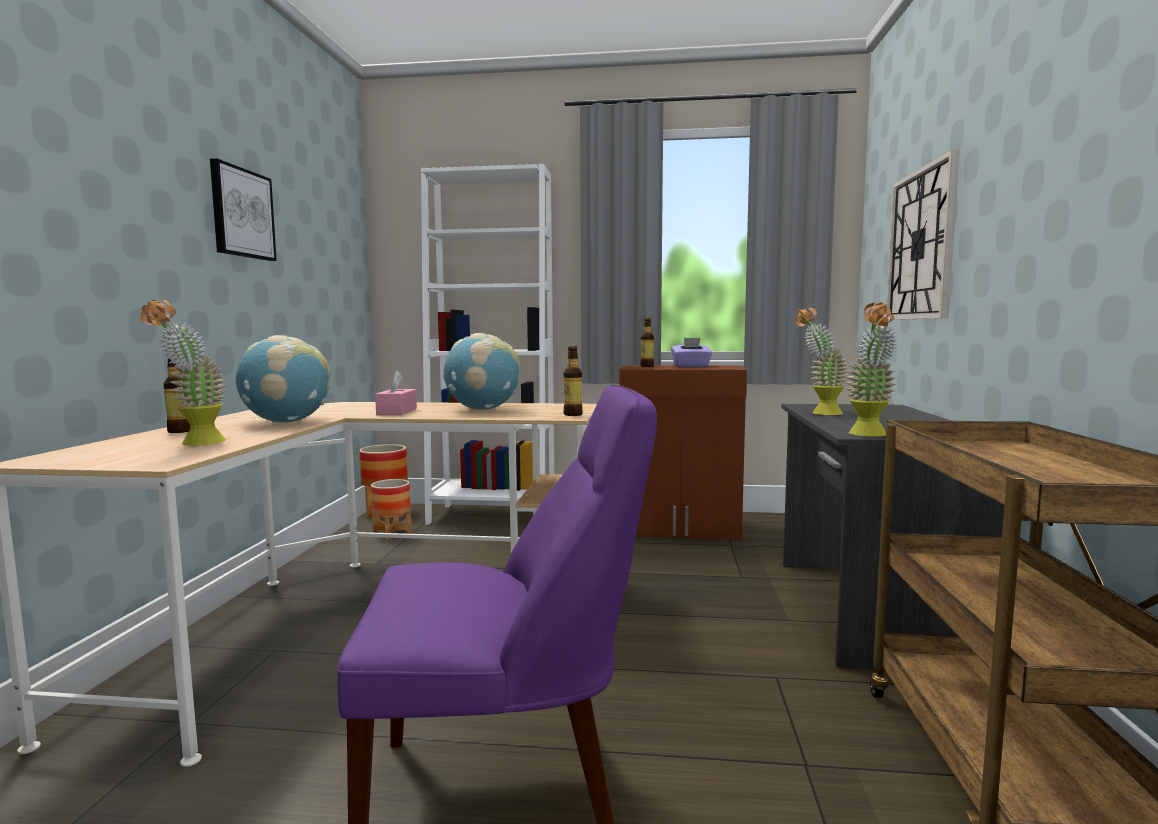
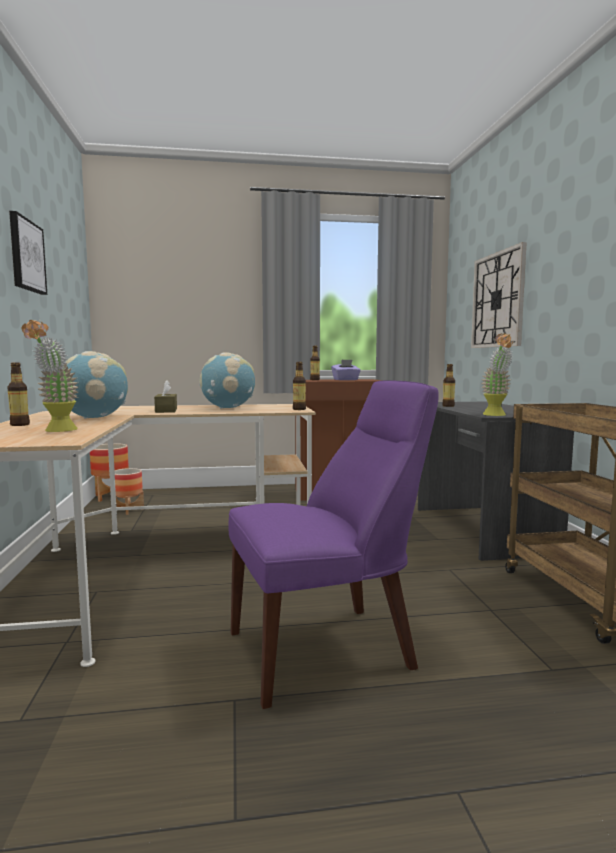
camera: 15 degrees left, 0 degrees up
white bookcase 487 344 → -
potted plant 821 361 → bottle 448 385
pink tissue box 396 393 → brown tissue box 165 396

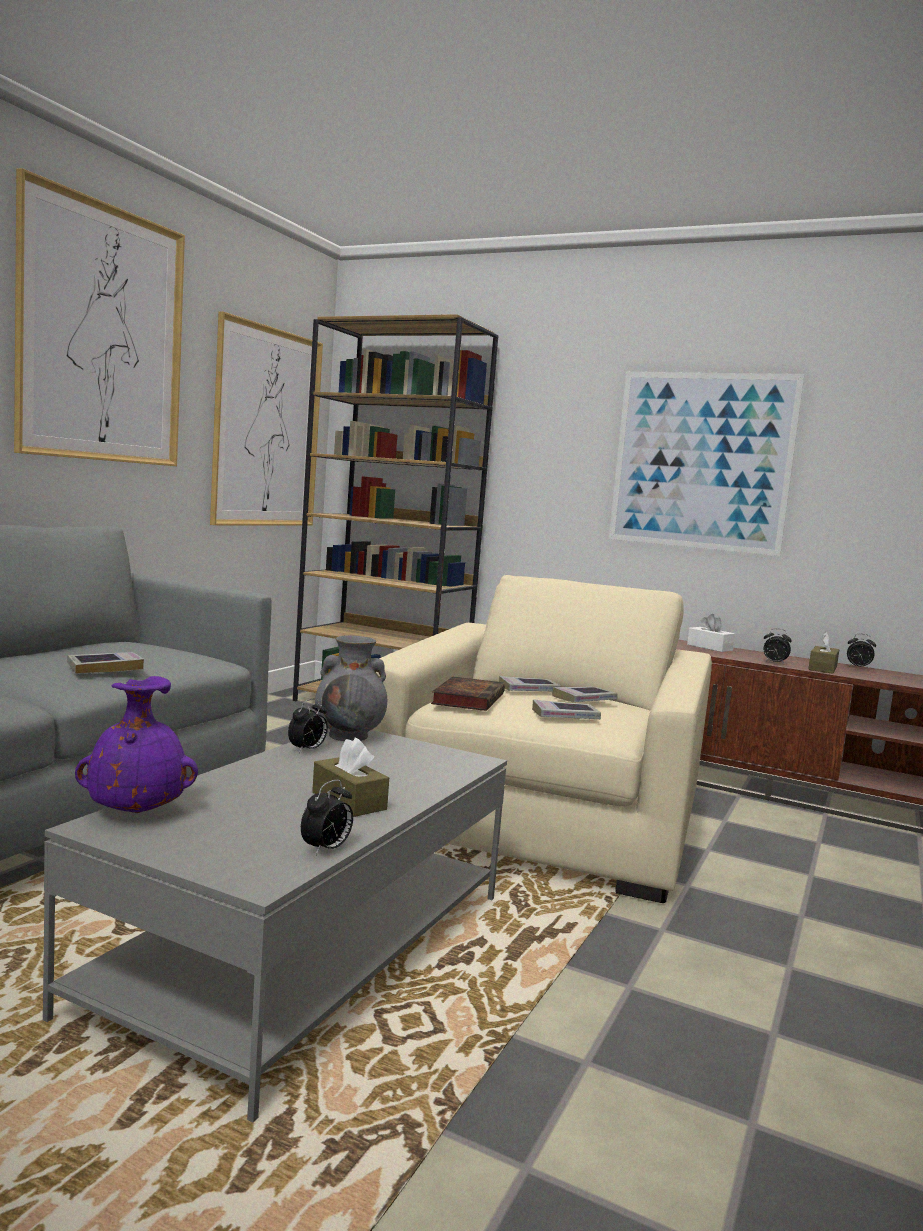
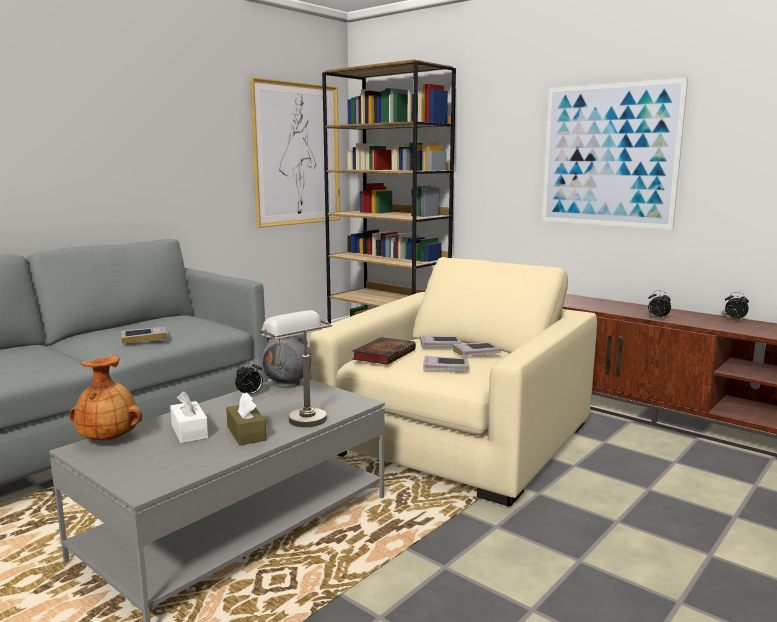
camera: 15 degrees right, 5 degrees up
picture 99 317 → -
white tissue box 711 633 → white tissue box 189 417, shifted
brown tissue box 823 653 → -
purple vase 136 744 → brown vase 105 397
alarm clock 327 818 → -
- → grey table lamp 296 368

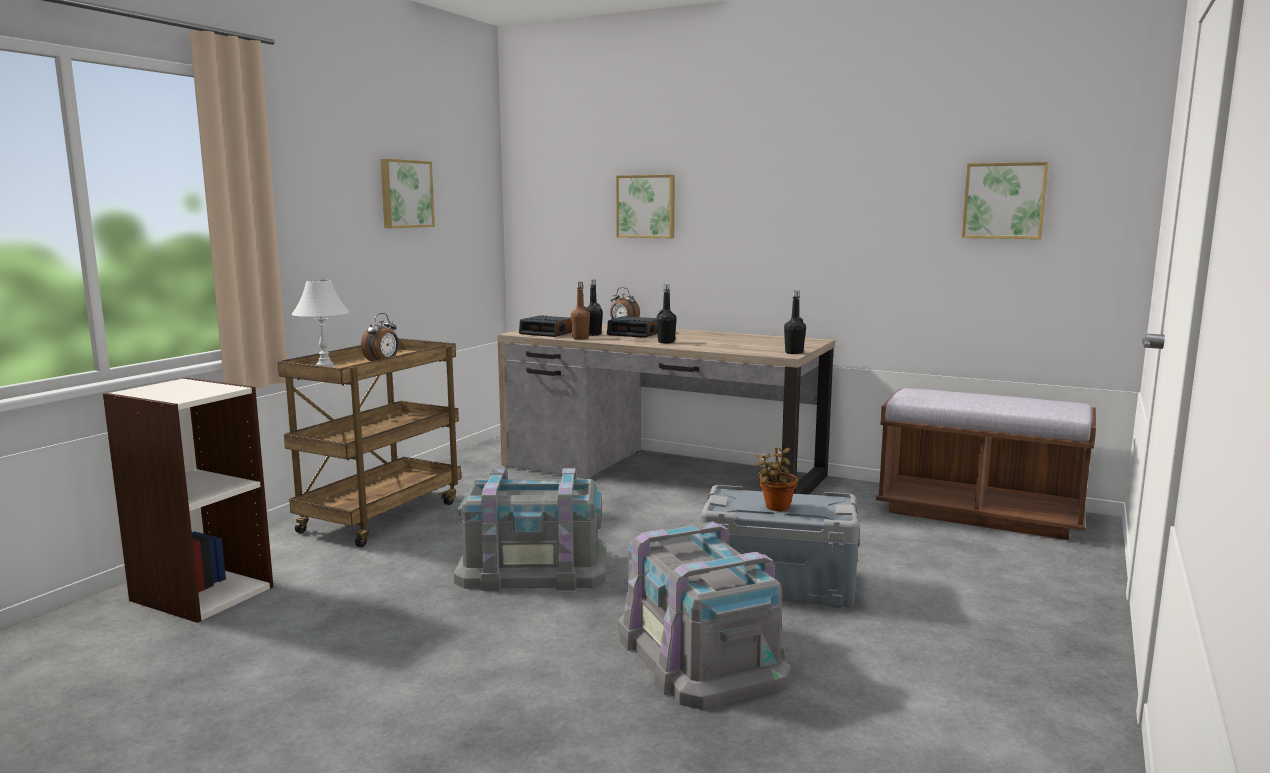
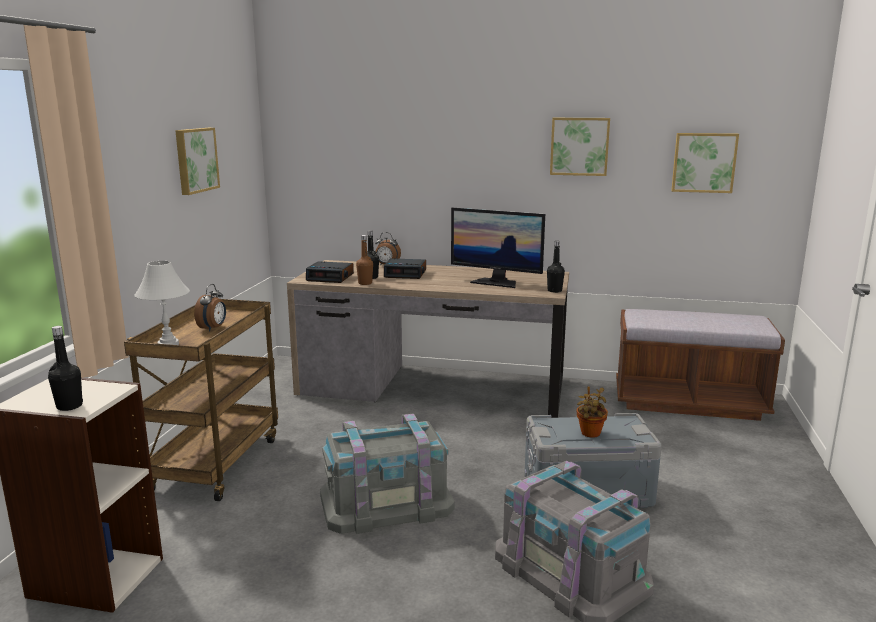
camera: 15 degrees left, 5 degrees up
picture 645 206 → picture 580 147, shifted
black bottle 666 313 → black bottle 65 368, shifted
- → monitor 498 248

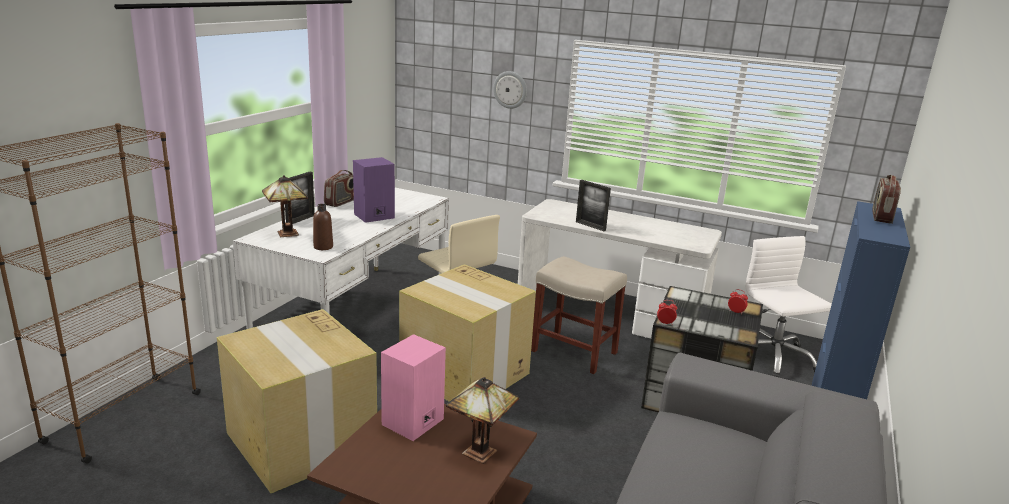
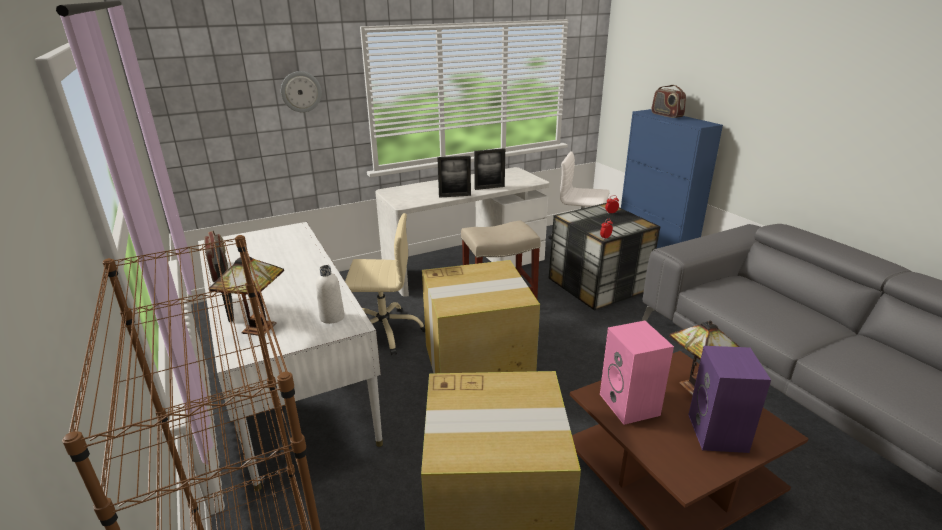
camera: 50 degrees left, 5 degrees up
purple speaker 374 190 → purple speaker 729 399, shifted
brown bottle 323 227 → white bottle 330 294
- → picture frame 489 169

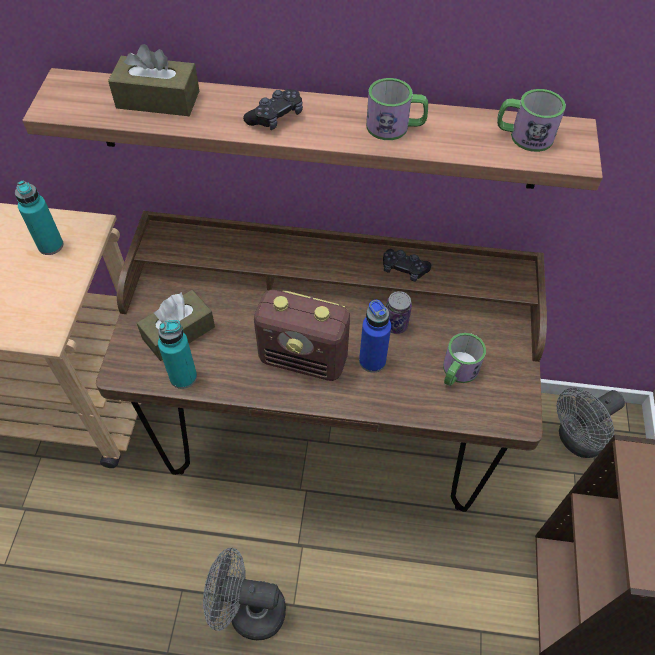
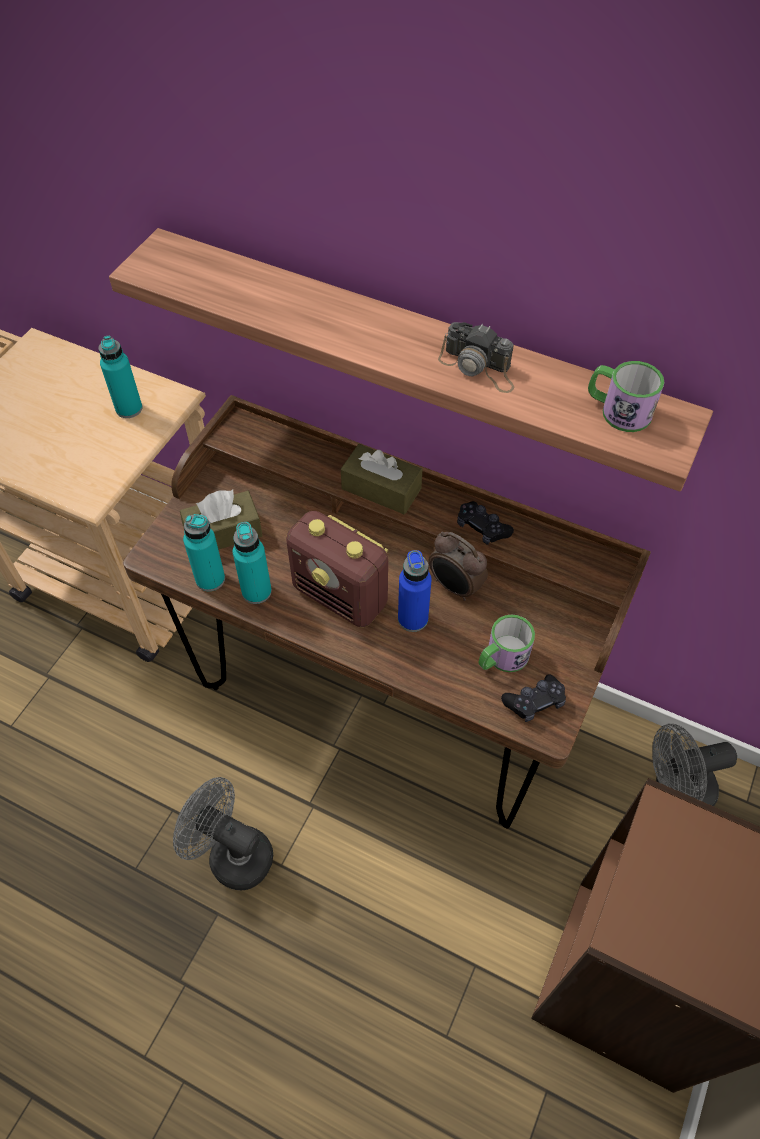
camera: 20 degrees right, 0 degrees up
brown tissue box 153 80 → brown tissue box 381 479, shifted
mug 397 109 → photo camera 476 357
black game controller 273 109 → black game controller 533 698, shifted
can 399 312 → alarm clock 458 566
- → turquoise bottle 252 563

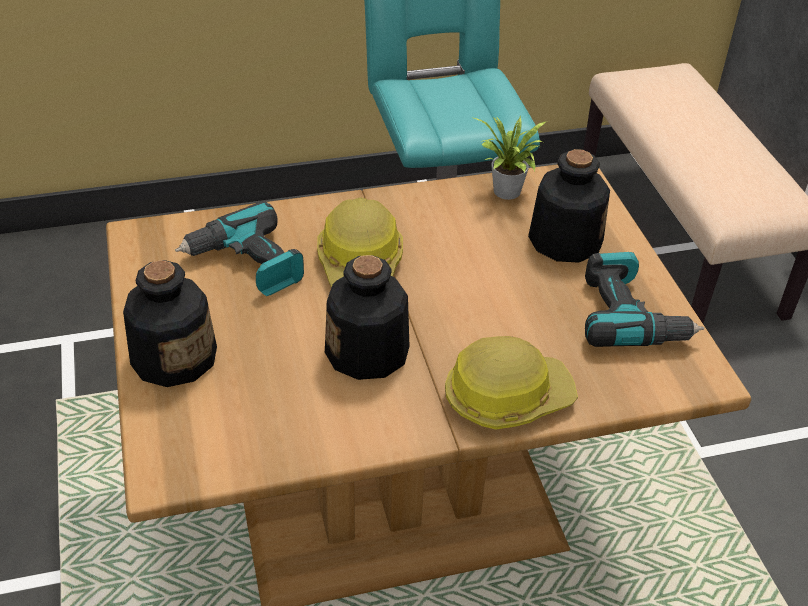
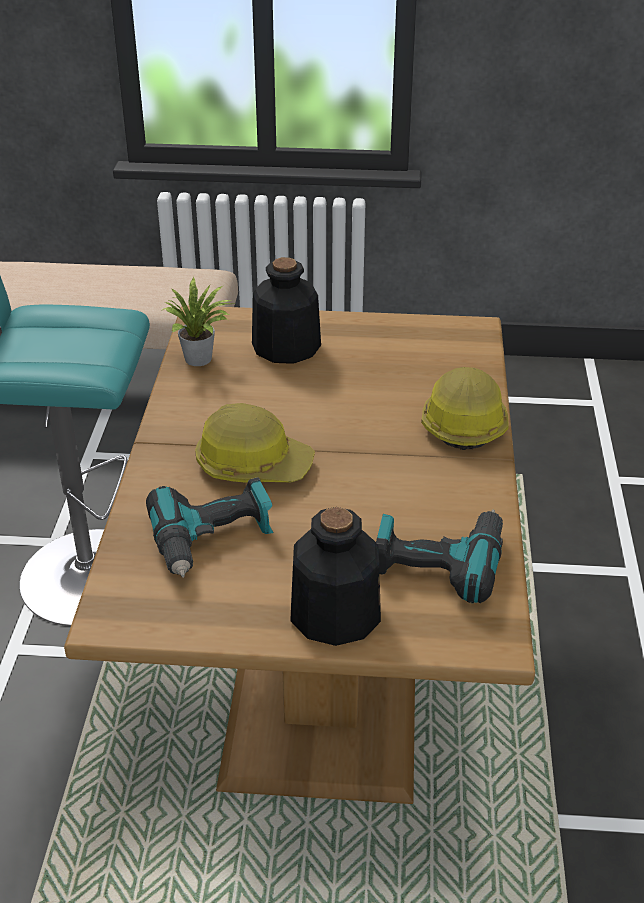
camera: 70 degrees left, 5 degrees down
power drill 644 299 → power drill 439 556, shifted
bottle 367 317 → -

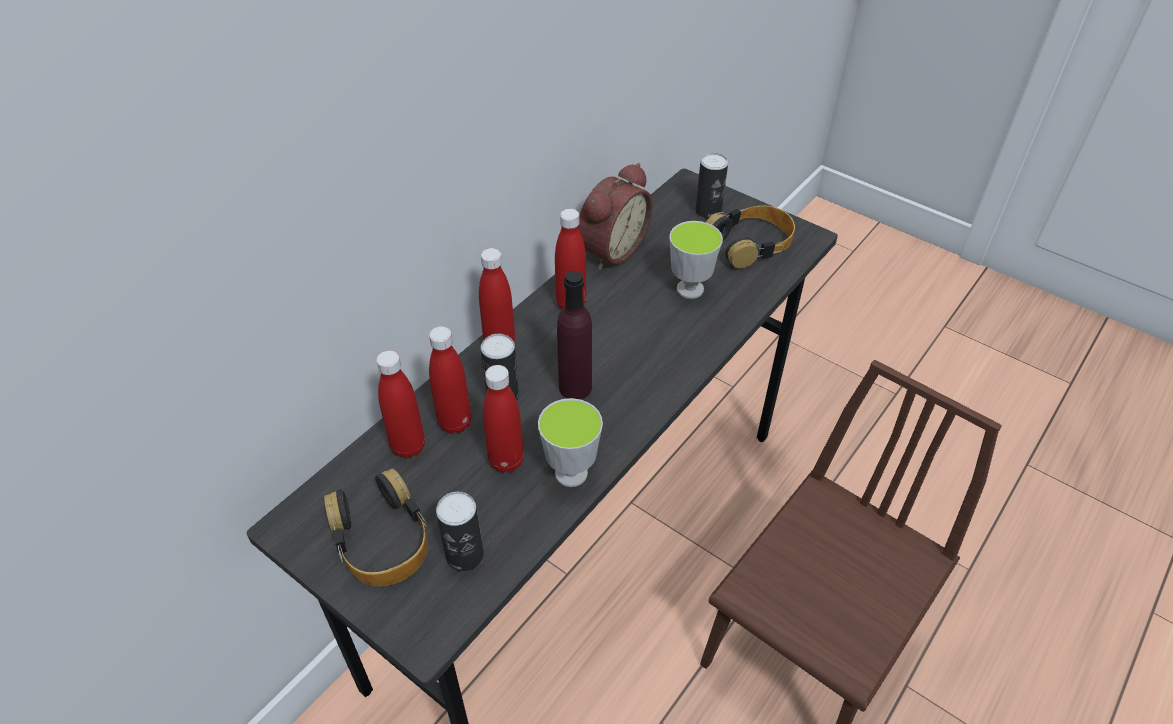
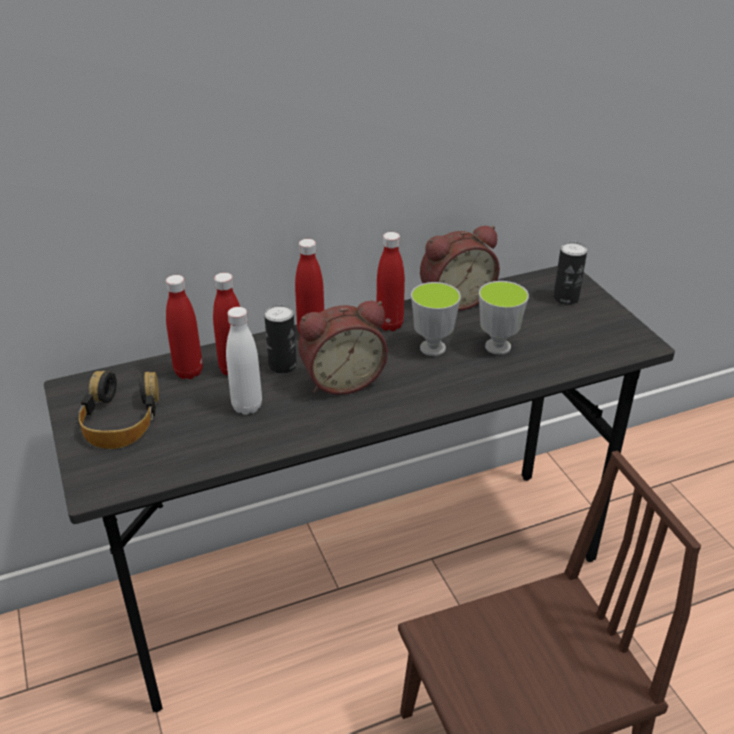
camera: 30 degrees right, 10 degrees down
headphones 750 237 → -
purple bottle 574 335 → alarm clock 343 348
red bottle 503 419 → white bottle 244 361
cup 570 442 → cup 436 319, shifted
can 460 531 → -

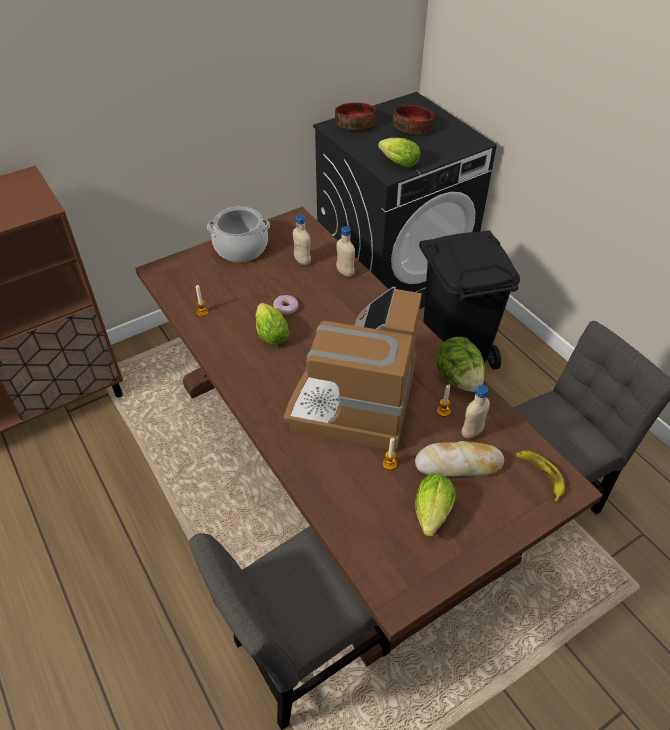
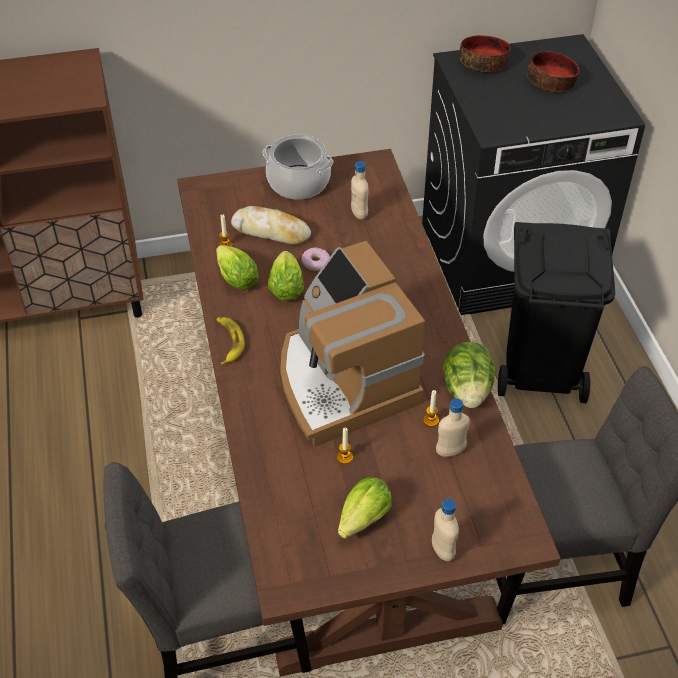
camera: 20 degrees right, 0 degrees up
lettuce 399 152 → lettuce 237 267, shifted
beige bottle 345 251 → beige bottle 445 530, shifted
coffee machine 352 369 → coffee machine 352 344, 60 degrees counterclockwise
bread 459 459 → bread 271 225, shifted
banana 540 476 → banana 231 341, shifted

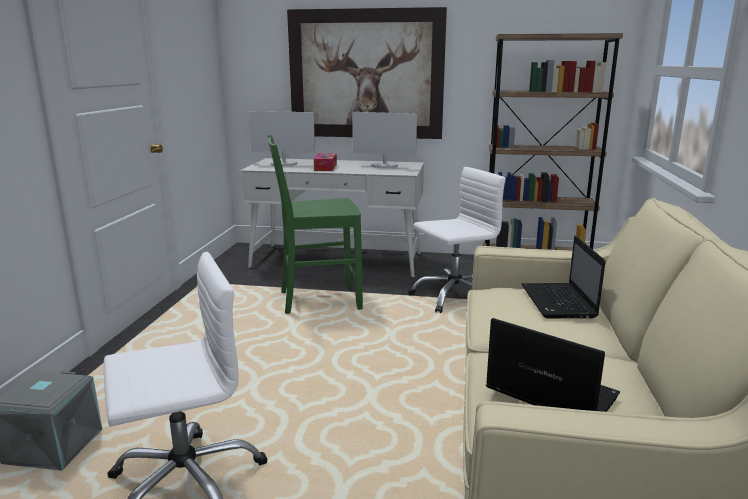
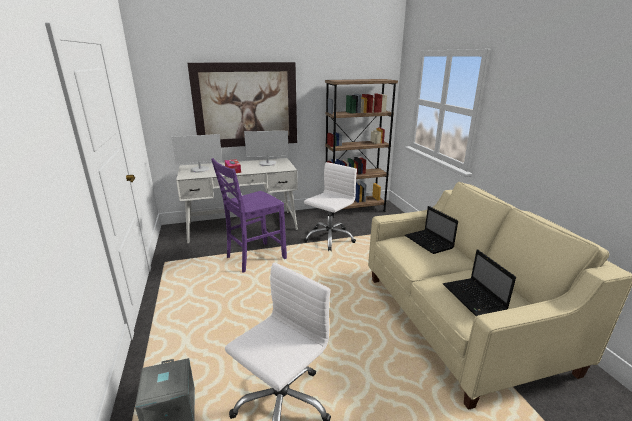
camera: 25 degrees left, 5 degrees up
green chair 315 224 → purple chair 249 215
laptop 553 365 → laptop 479 283, 120 degrees counterclockwise

